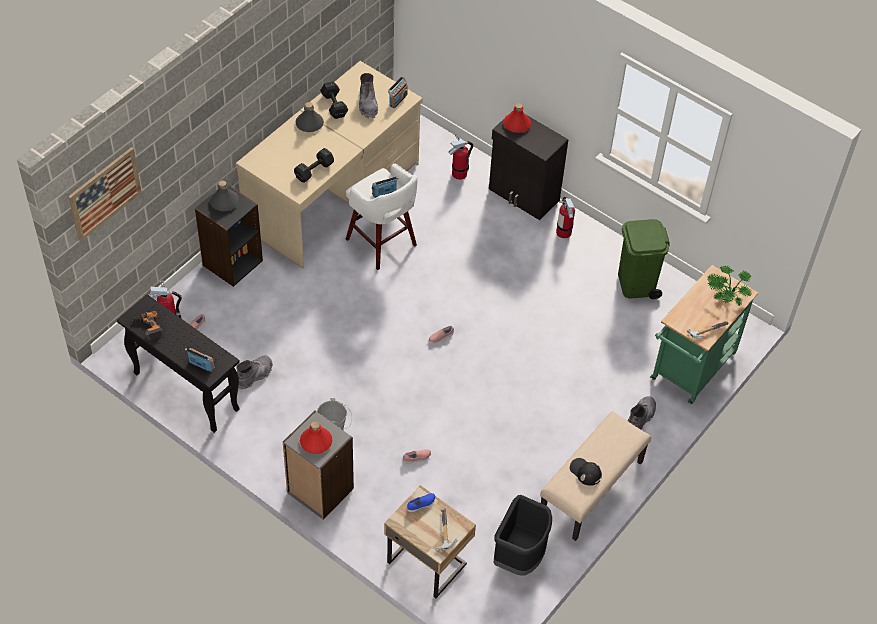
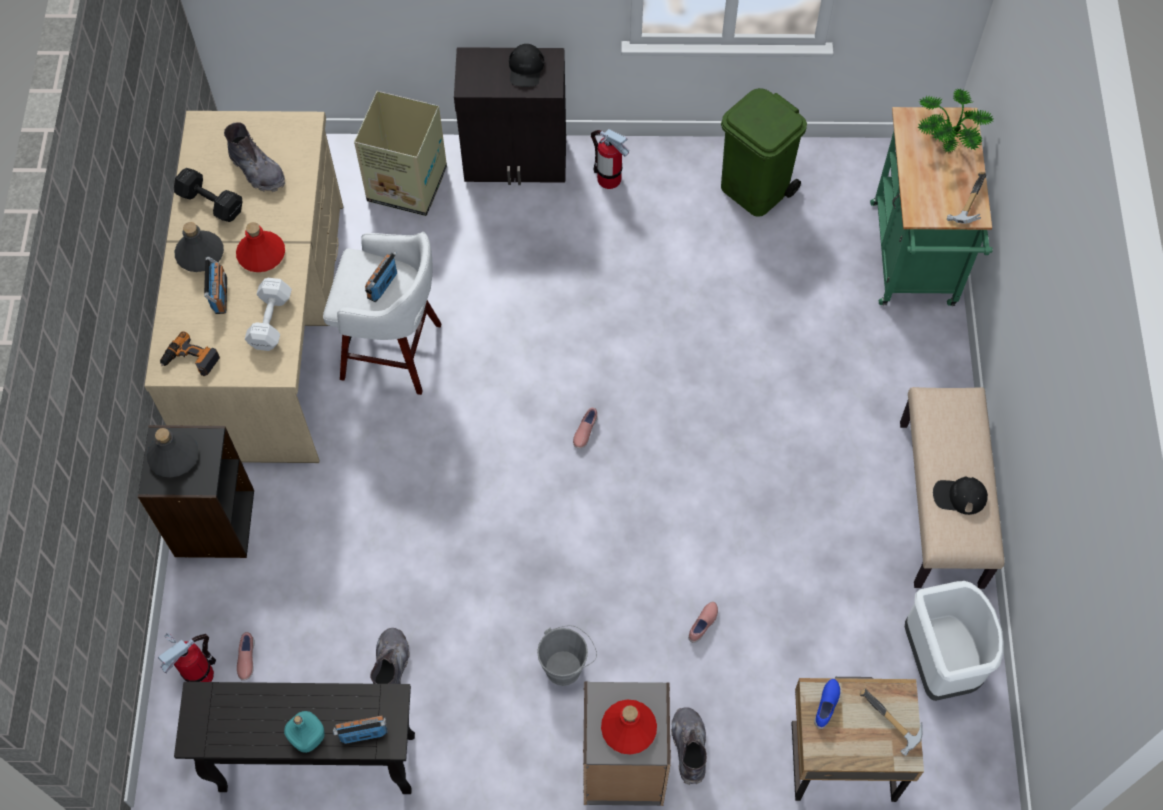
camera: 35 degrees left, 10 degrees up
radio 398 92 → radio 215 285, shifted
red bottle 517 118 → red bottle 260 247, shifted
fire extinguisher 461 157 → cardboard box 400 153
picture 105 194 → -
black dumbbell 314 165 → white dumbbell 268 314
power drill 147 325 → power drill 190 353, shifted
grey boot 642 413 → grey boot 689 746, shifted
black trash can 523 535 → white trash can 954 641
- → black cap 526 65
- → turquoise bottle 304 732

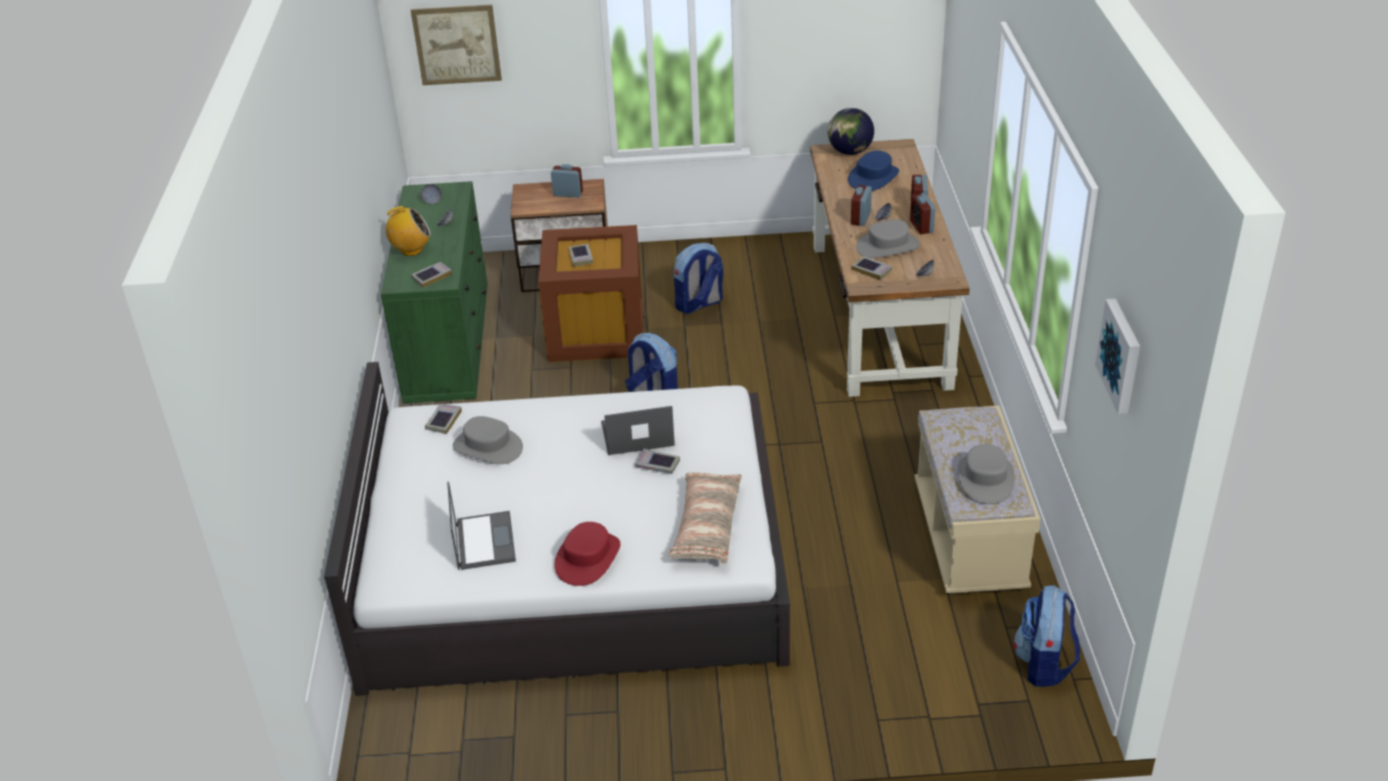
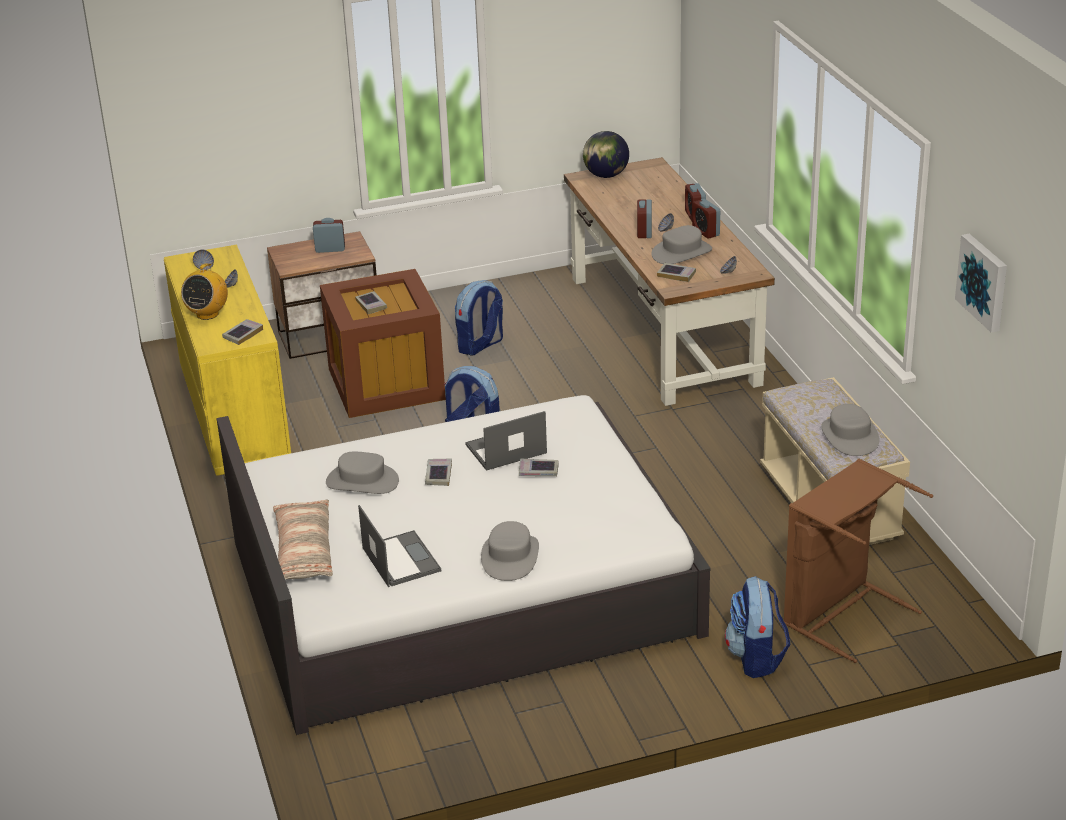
camera: 15 degrees left, 5 degrees down
picture 456 45 → -
blue hat 873 170 → -
green dresser 434 292 → yellow dresser 227 360
radio 406 231 → radio 204 292, 135 degrees clockwise
book 443 419 → book 438 472, shifted
pillow 705 518 → pillow 303 539, shifted
red hat 587 554 → grey hat 510 551
backpack 1047 636 → backpack 758 627, shifted
- → brown laundry basket 858 561

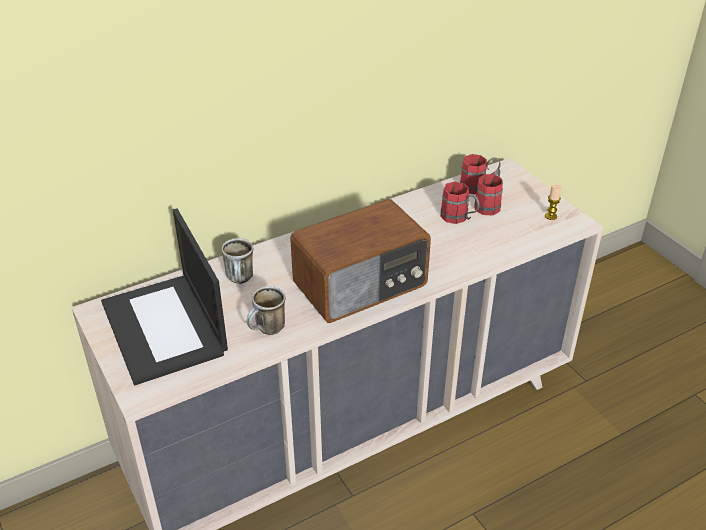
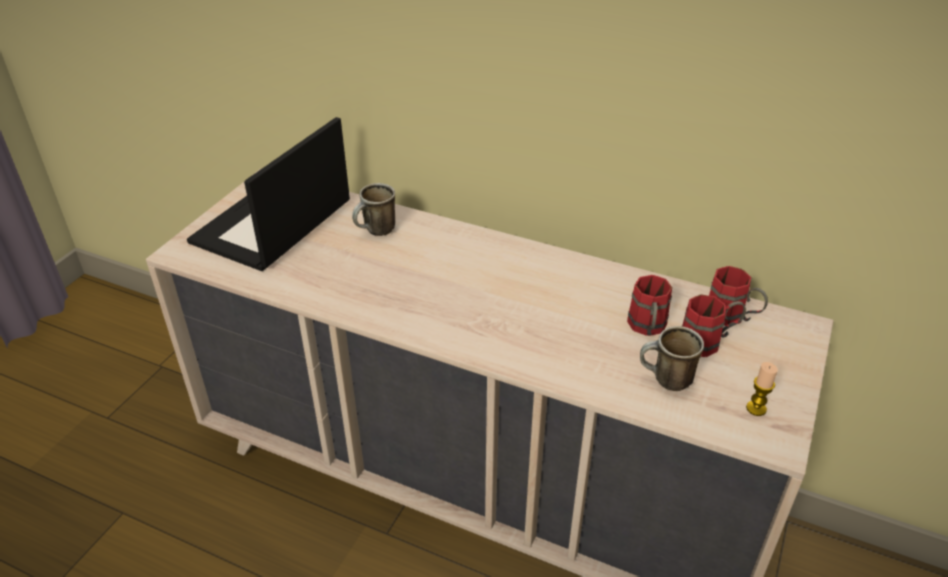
camera: 55 degrees right, 0 degrees up
radio 360 261 → -
mug 266 310 → mug 672 358, shifted

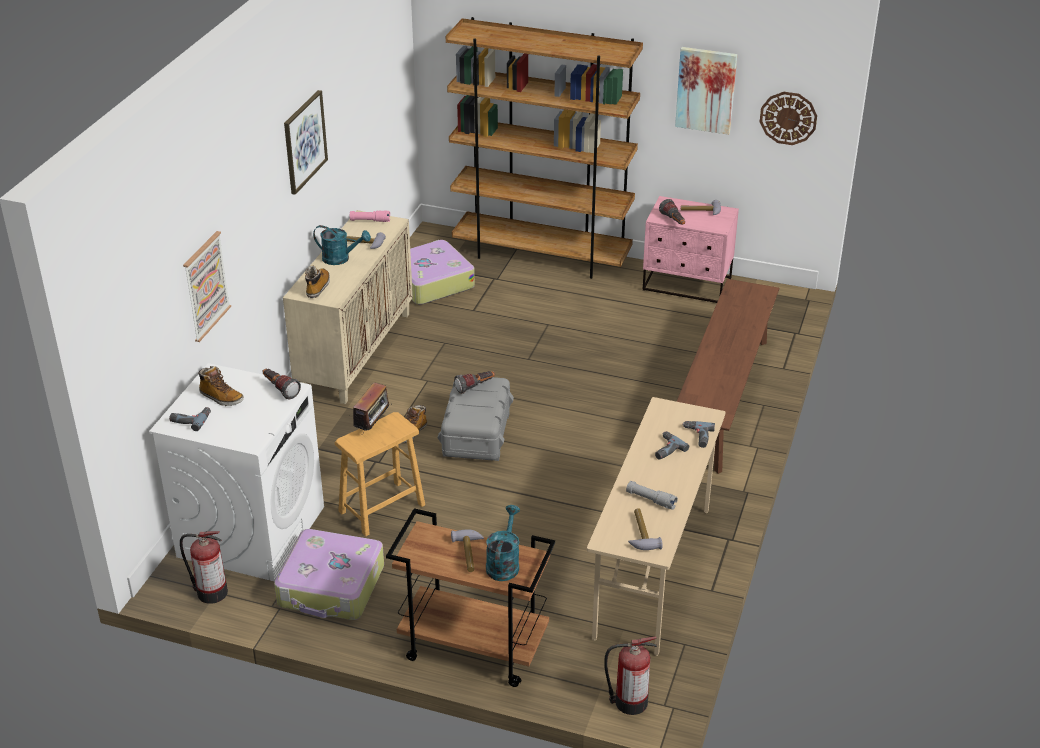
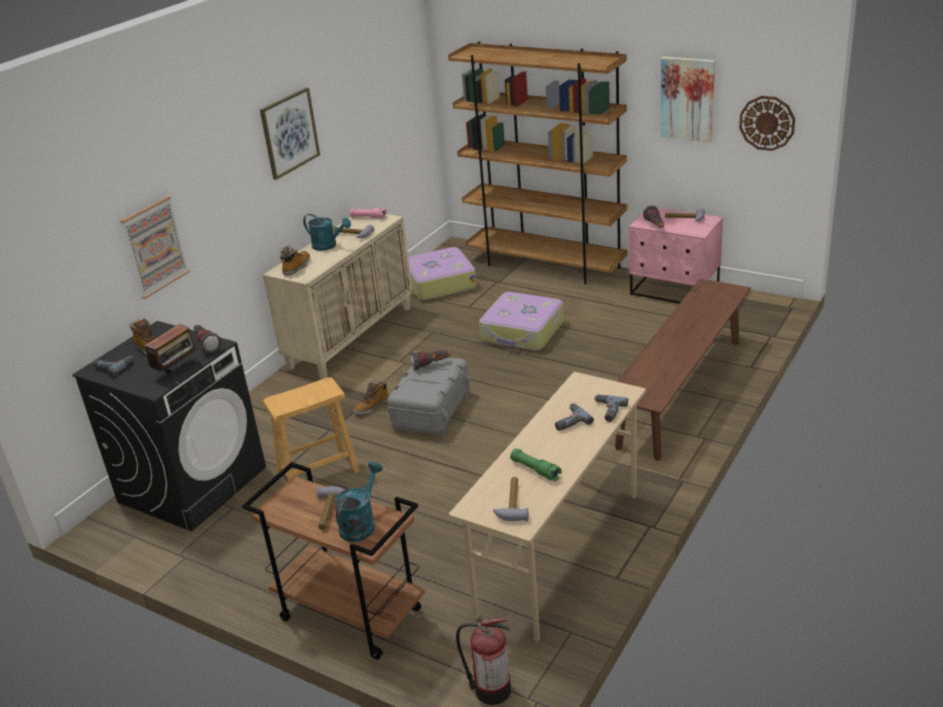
camera: 15 degrees right, 5 degrees down
white washing machine 236 472 → black washing machine 169 426
radio 372 408 → radio 171 349, shifted
grey flashlight 652 495 → green flashlight 536 464
suitcase 329 574 → suitcase 521 321, shifted
fire extinguisher 204 567 → -

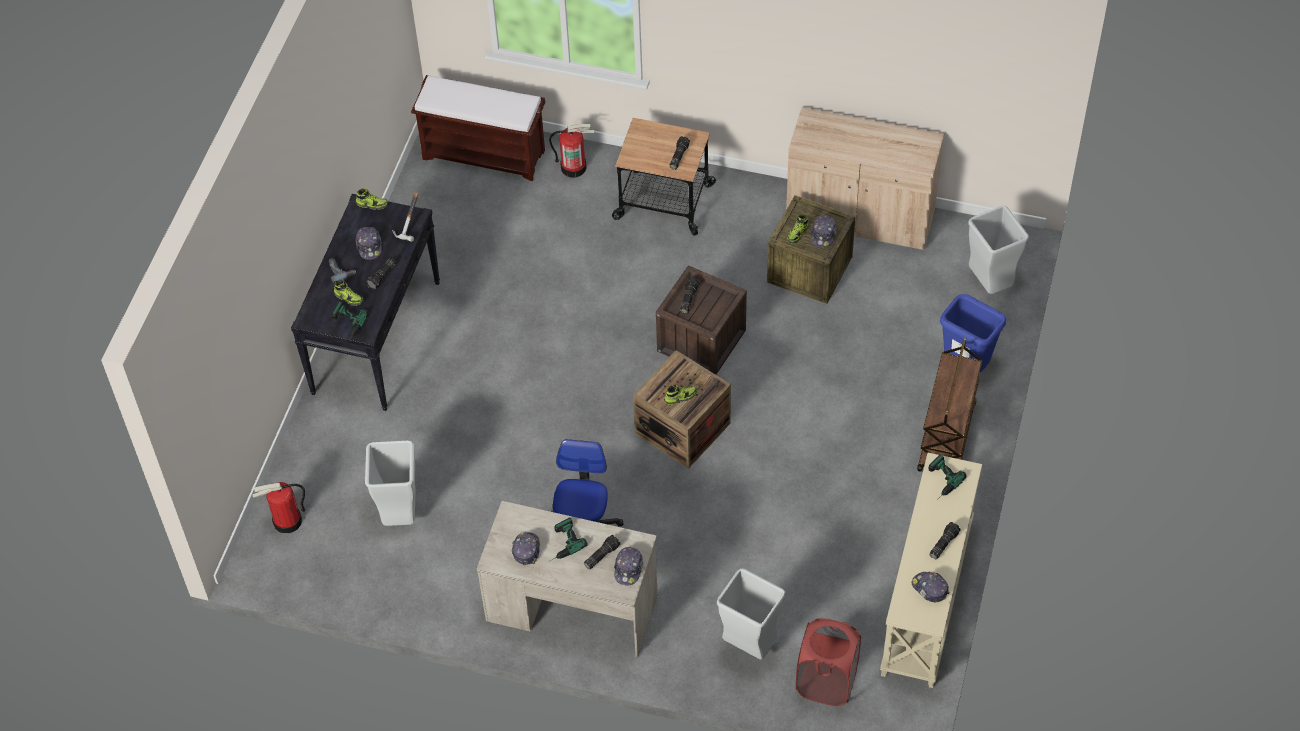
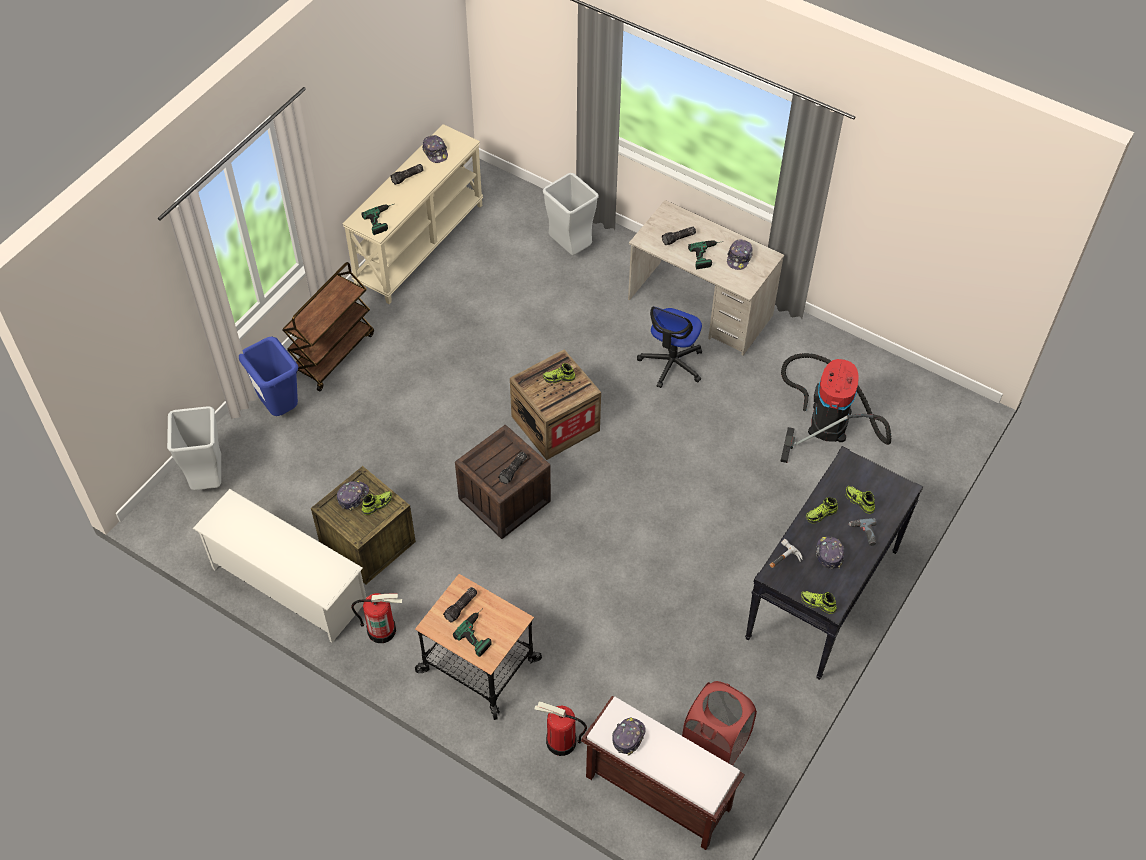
camera: 165 degrees left, 0 degrees up
beige cabinet 865 178 → white shoe rack 279 566
flashlight 381 274 → shoe 822 510
power drill 350 322 → power drill 472 632, shifted
grey trash can 390 483 → vacuum cleaner 836 408
fire extinguisher 278 508 → fire extinguisher 376 618, shifted
cap 628 566 → cap 629 737, shifted
red laundry basket 828 662 → red laundry basket 719 723, shifted

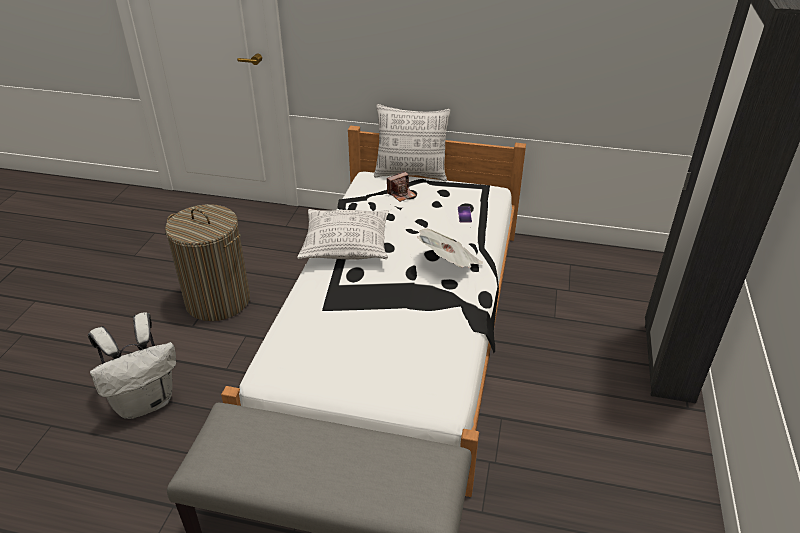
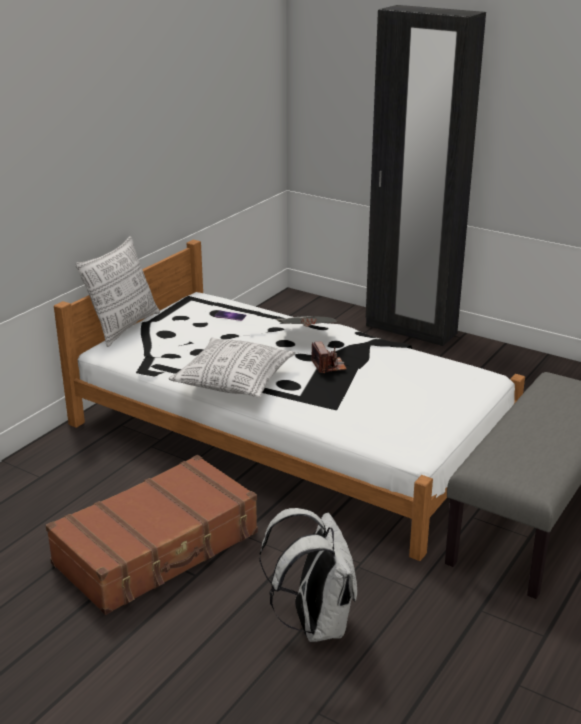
camera: 70 degrees left, 10 degrees down
photo camera 402 186 → photo camera 329 357, shifted
laundry basket 207 262 → brown suitcase 152 535

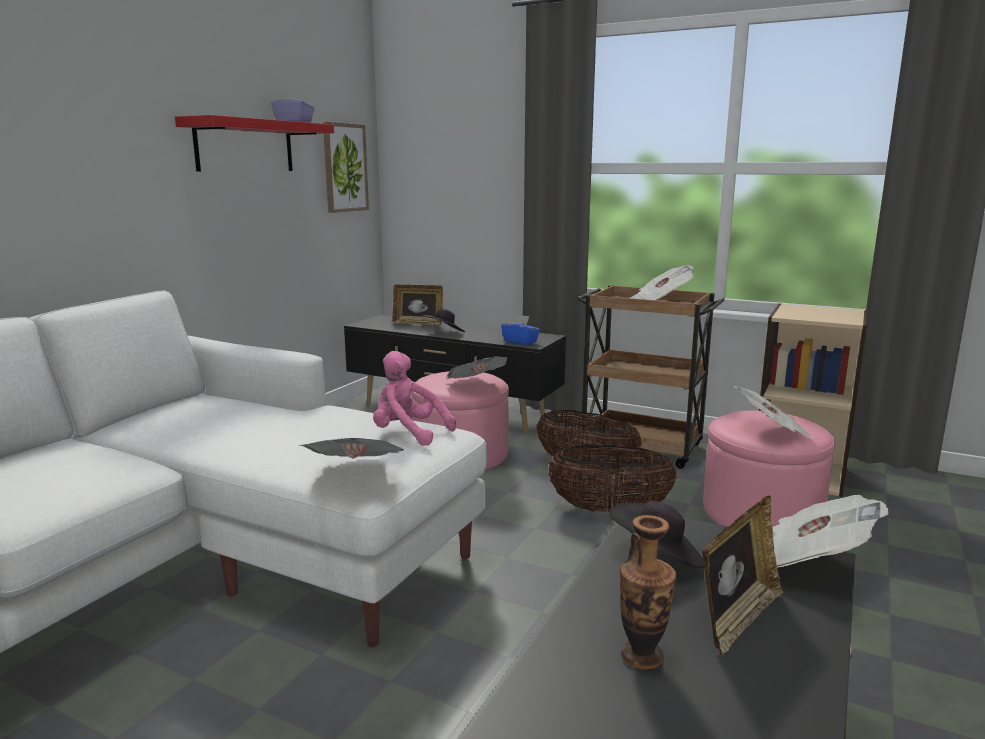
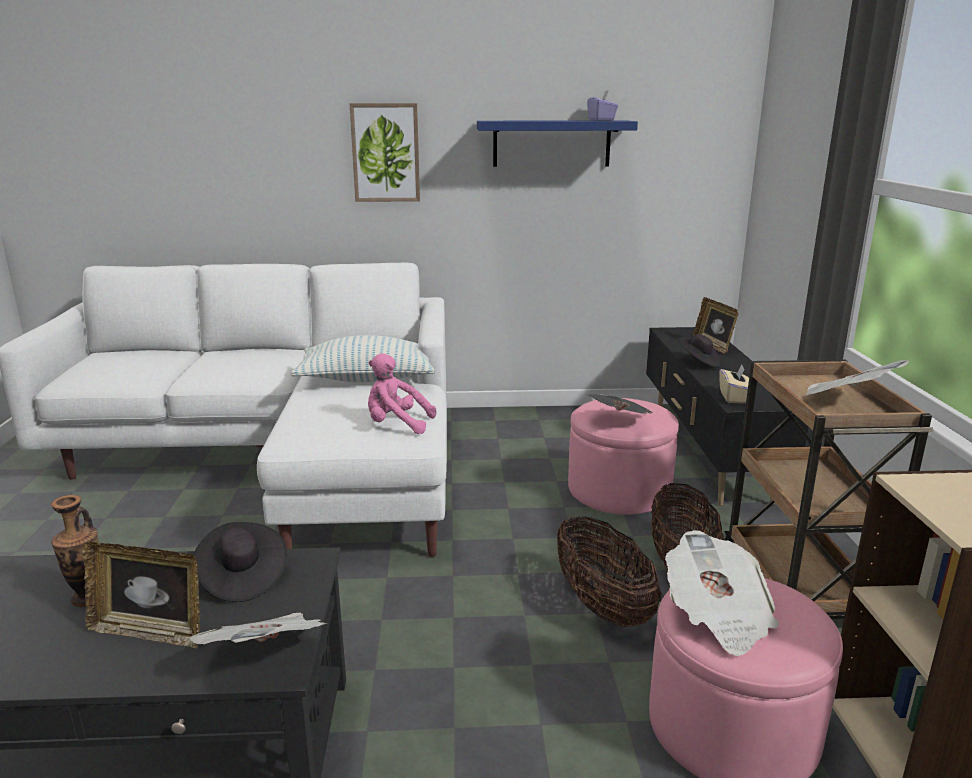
camera: 60 degrees right, 5 degrees up
red shelf 254 143 → blue shelf 557 144
picture 346 167 → picture 385 152, shifted
blue tissue box 520 329 → beige tissue box 734 384
pink plush toy 414 398 → pink plush toy 402 394, 75 degrees counterclockwise
newspaper 352 448 → -
- → pillow 363 358

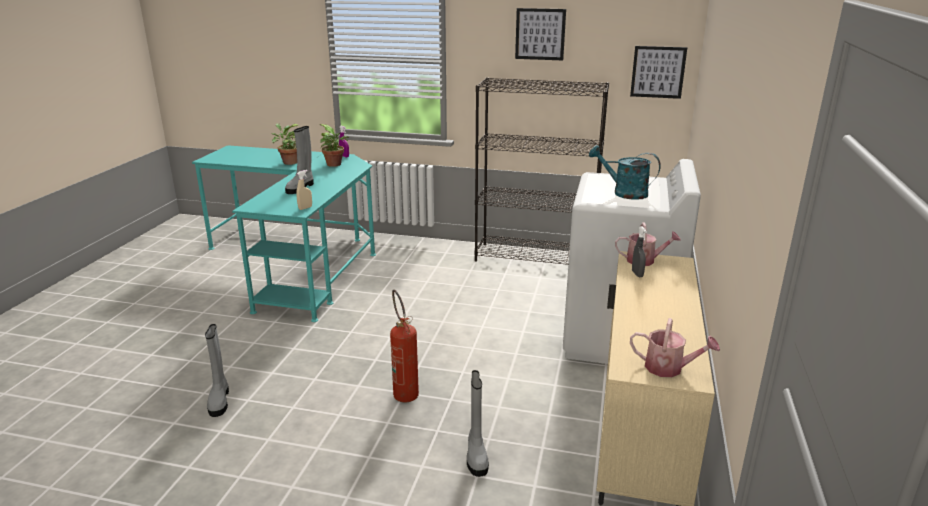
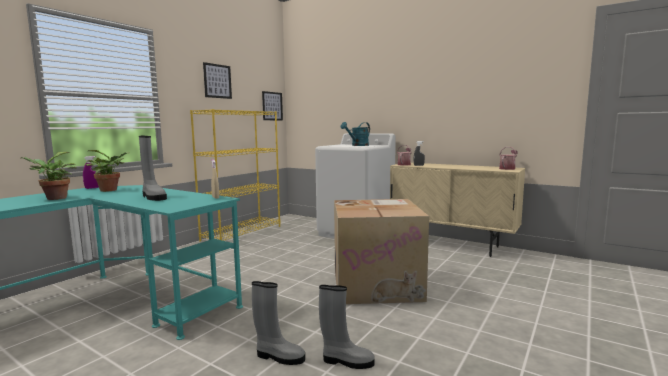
camera: 70 degrees left, 15 degrees down
black bookcase 541 171 → yellow bookcase 235 175
fire extinguisher 404 346 → cardboard box 381 251
grey boot 478 423 → grey boot 278 323, shifted

